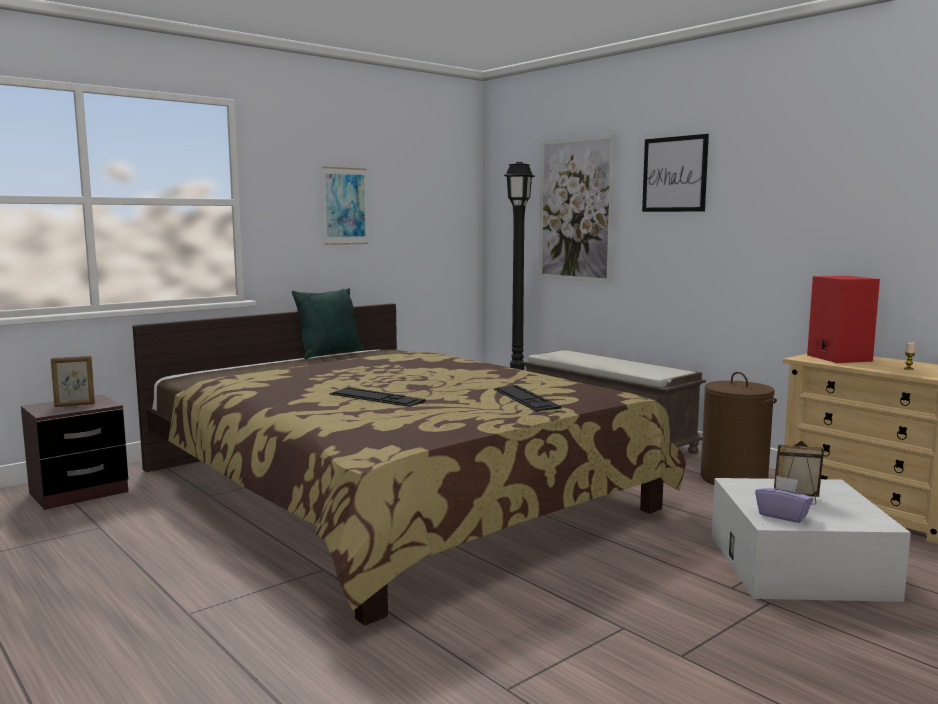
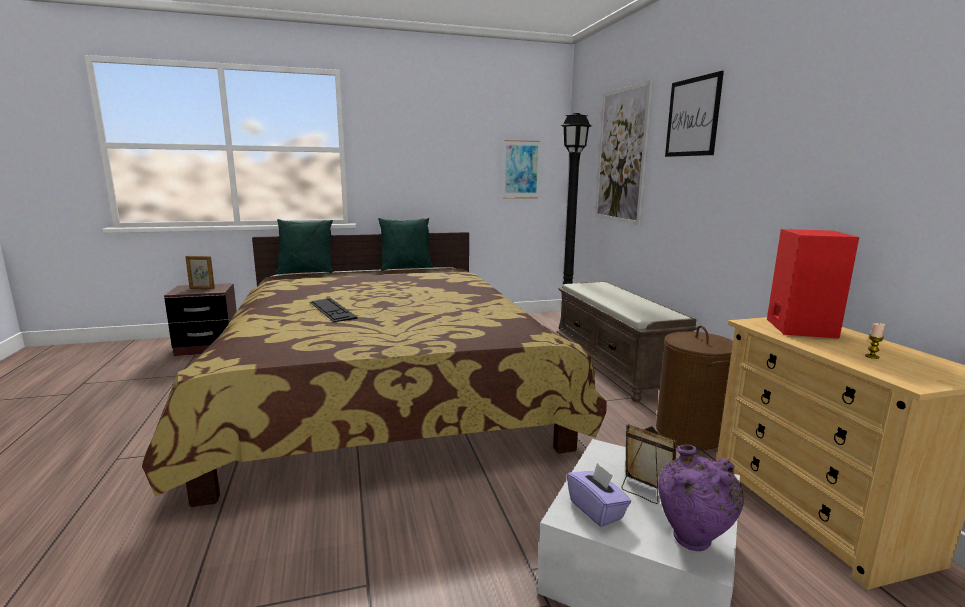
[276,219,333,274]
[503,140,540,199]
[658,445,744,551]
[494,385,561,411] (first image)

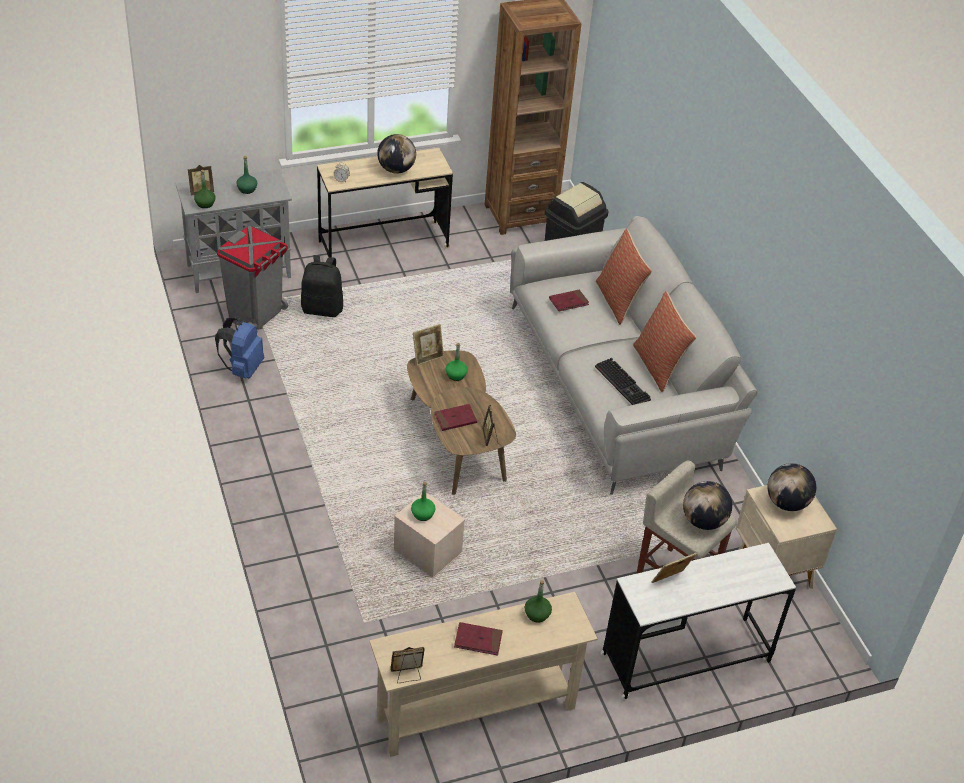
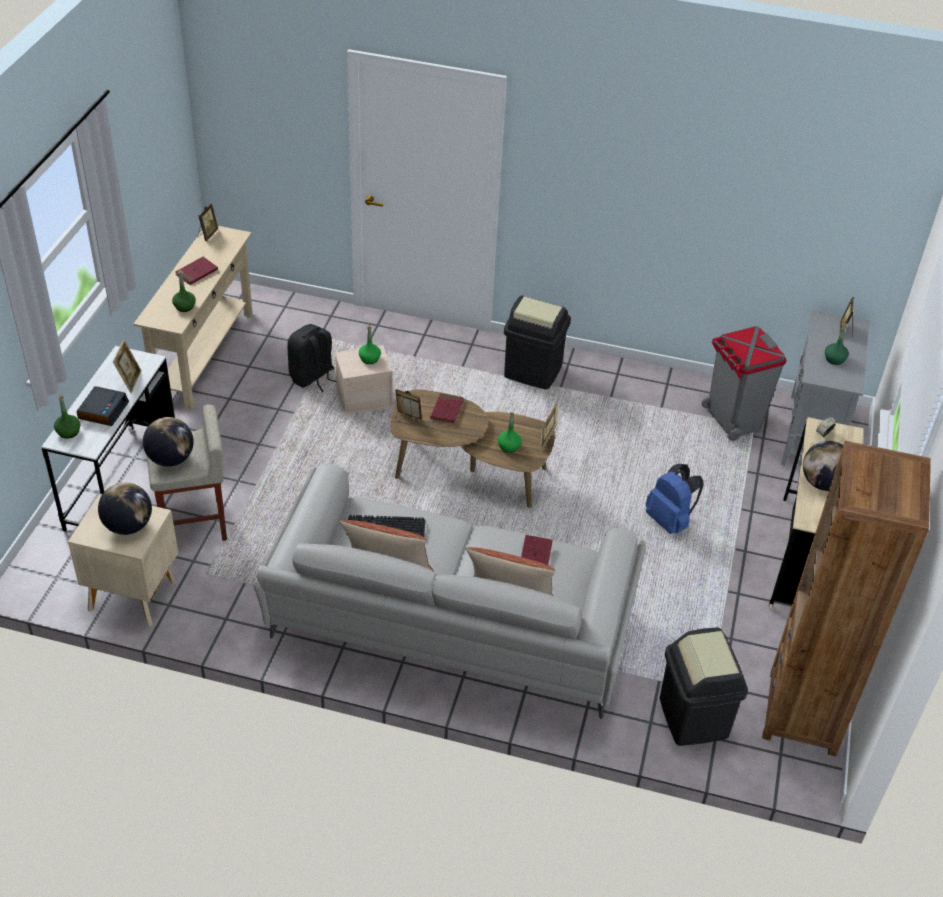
[54,394,81,439]
[76,386,129,426]
[287,324,337,392]
[504,295,571,390]
[645,464,703,534]

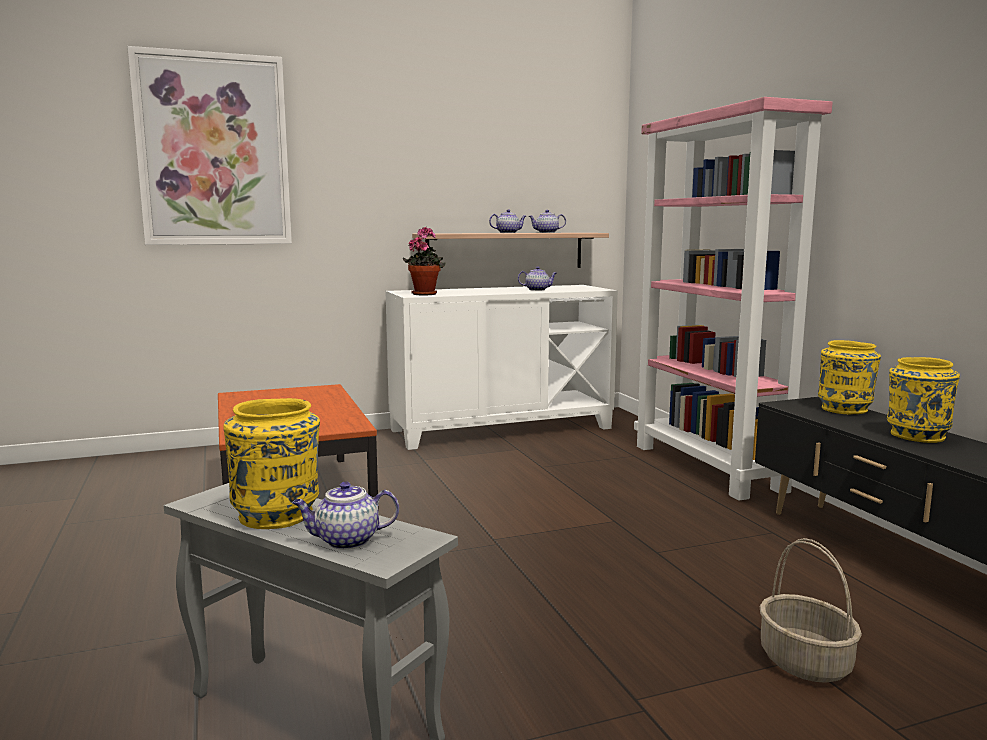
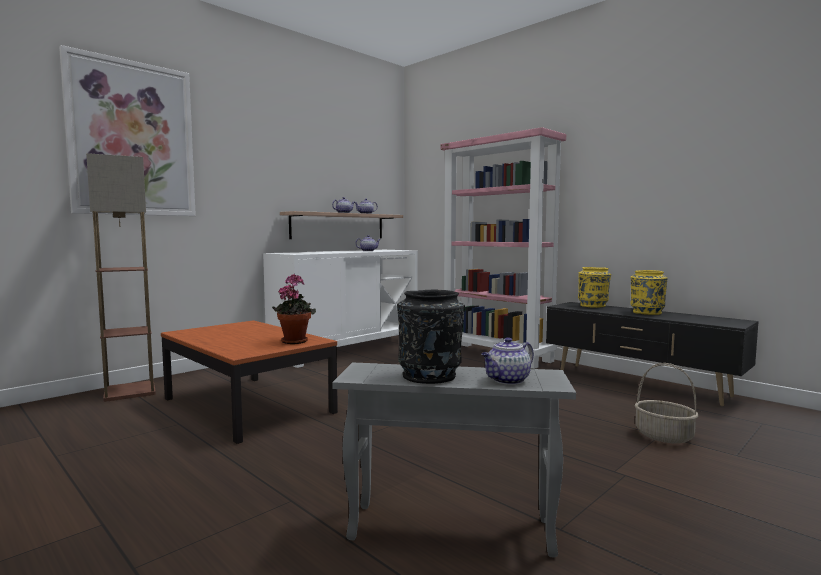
[86,153,156,402]
[272,274,316,344]
[397,290,465,384]

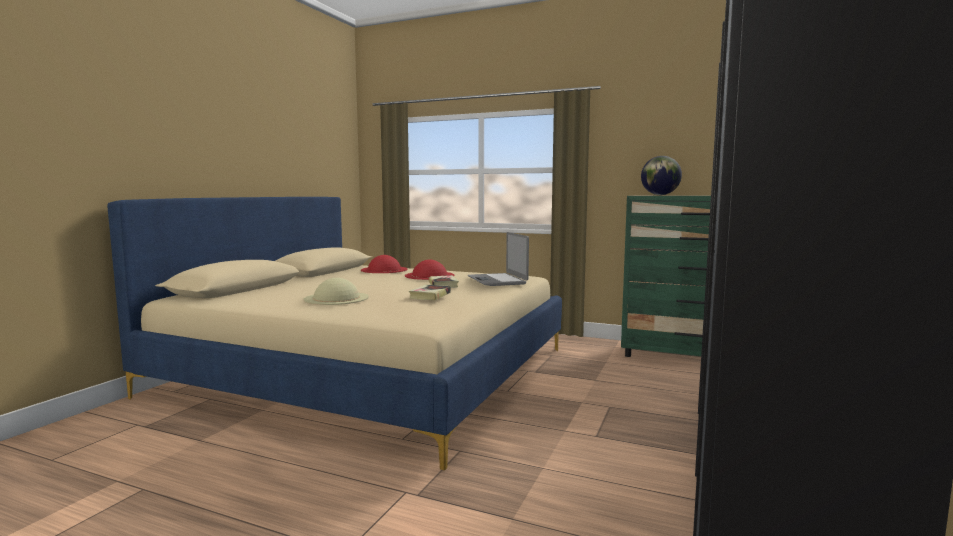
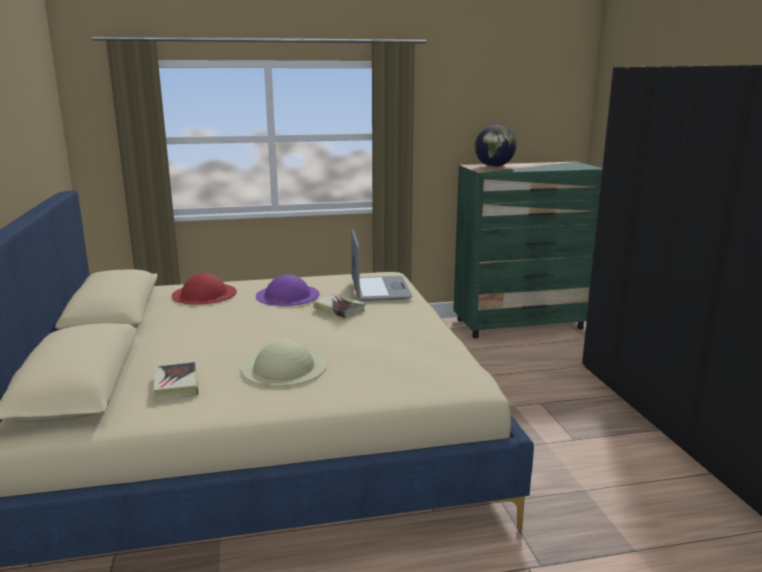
[154,362,199,401]
[256,274,320,306]
[351,230,412,301]

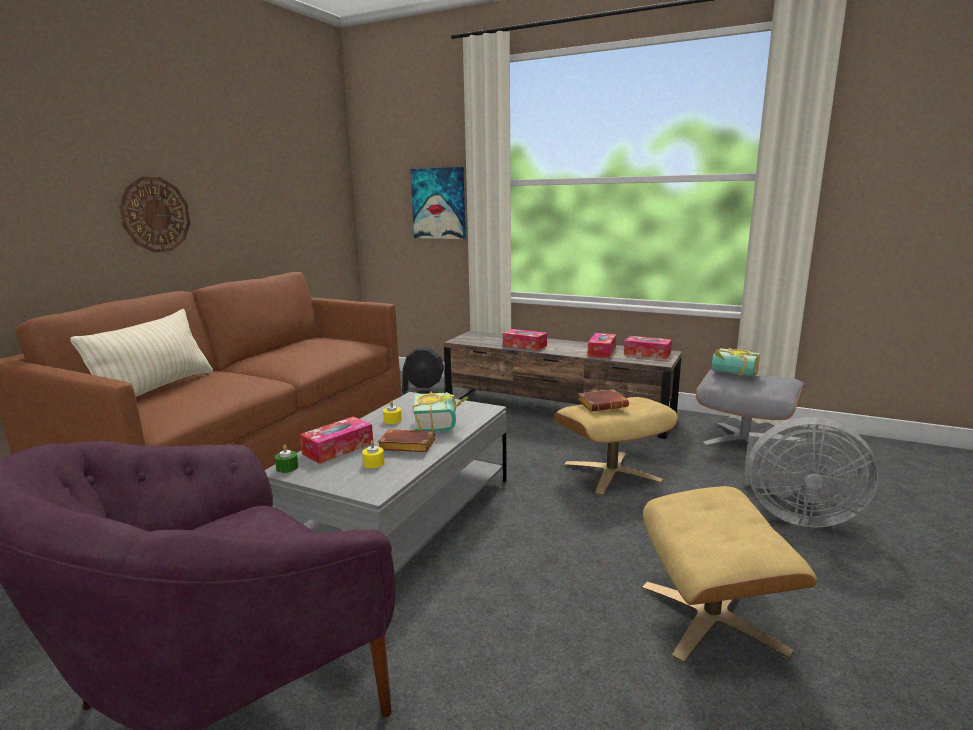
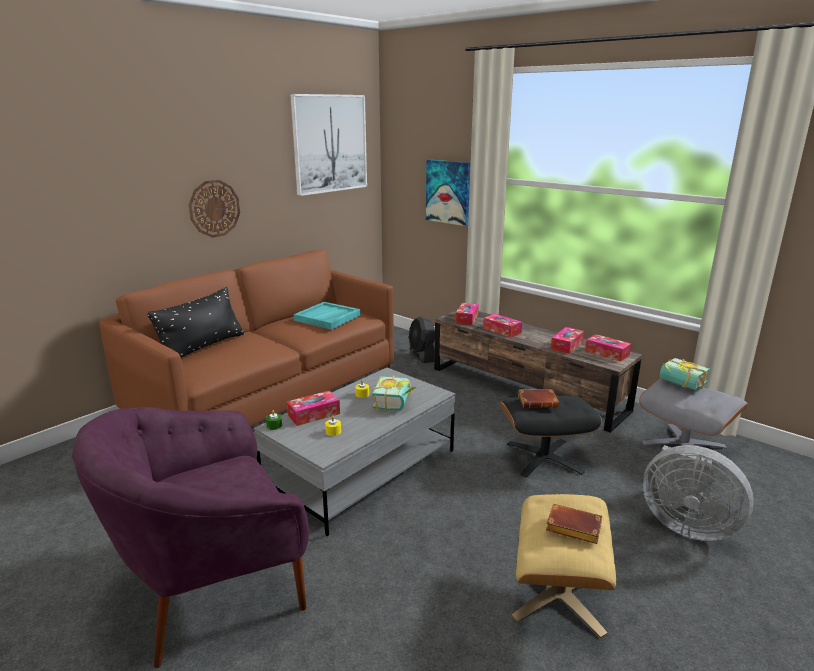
[147,287,245,358]
[290,94,367,196]
[294,302,361,330]
[409,316,435,363]
[455,303,479,325]
[500,396,602,477]
[546,504,602,544]

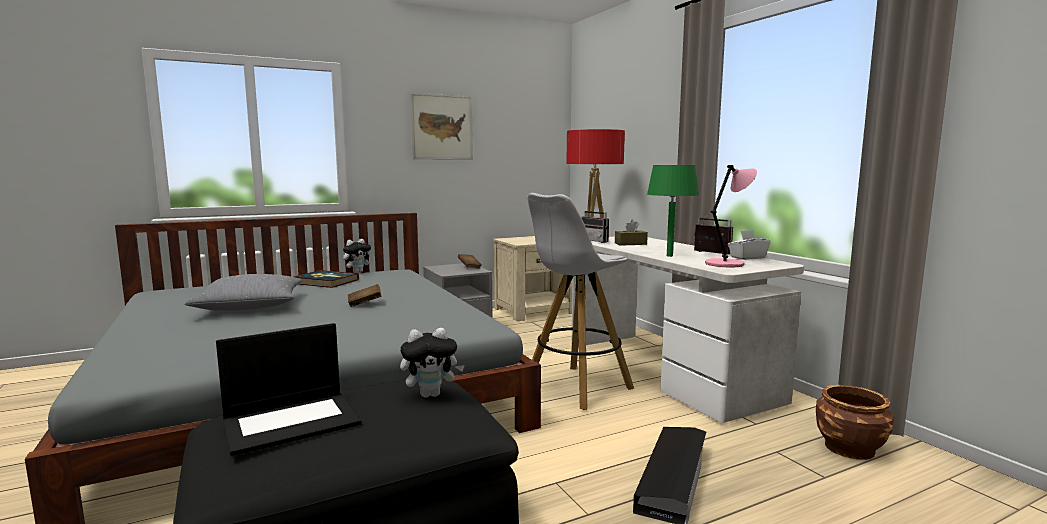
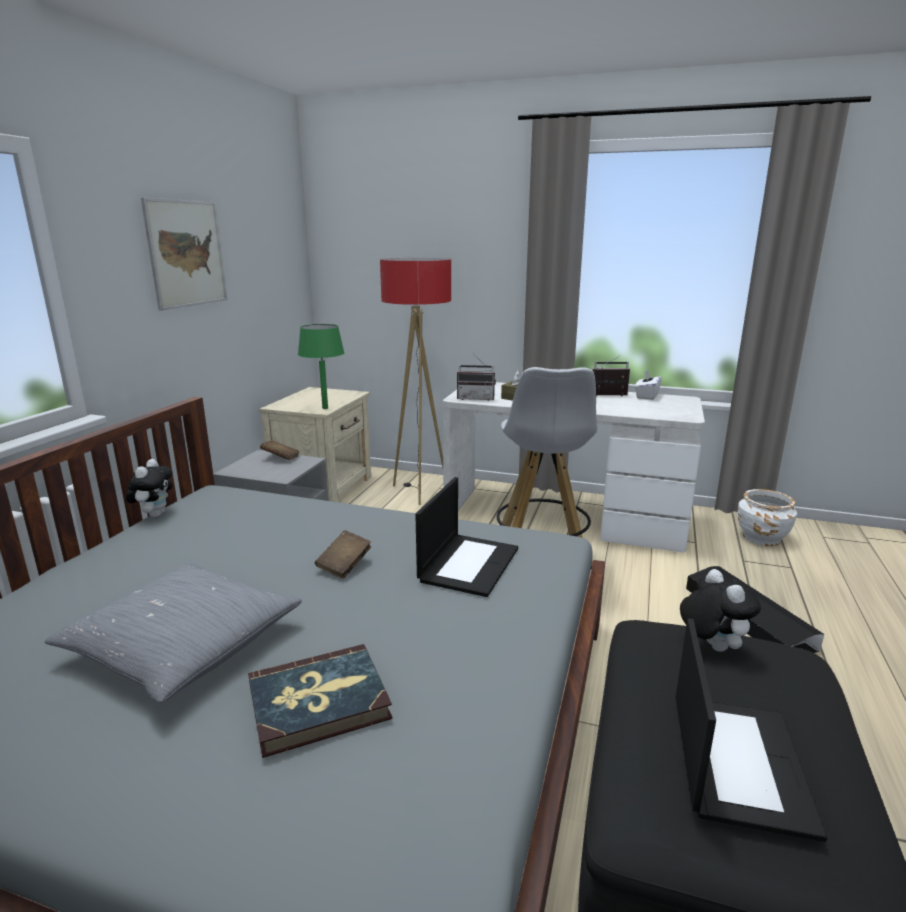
[248,644,392,758]
[298,324,345,409]
[415,477,518,597]
[680,569,761,652]
[737,489,797,546]
[705,165,757,267] (first image)

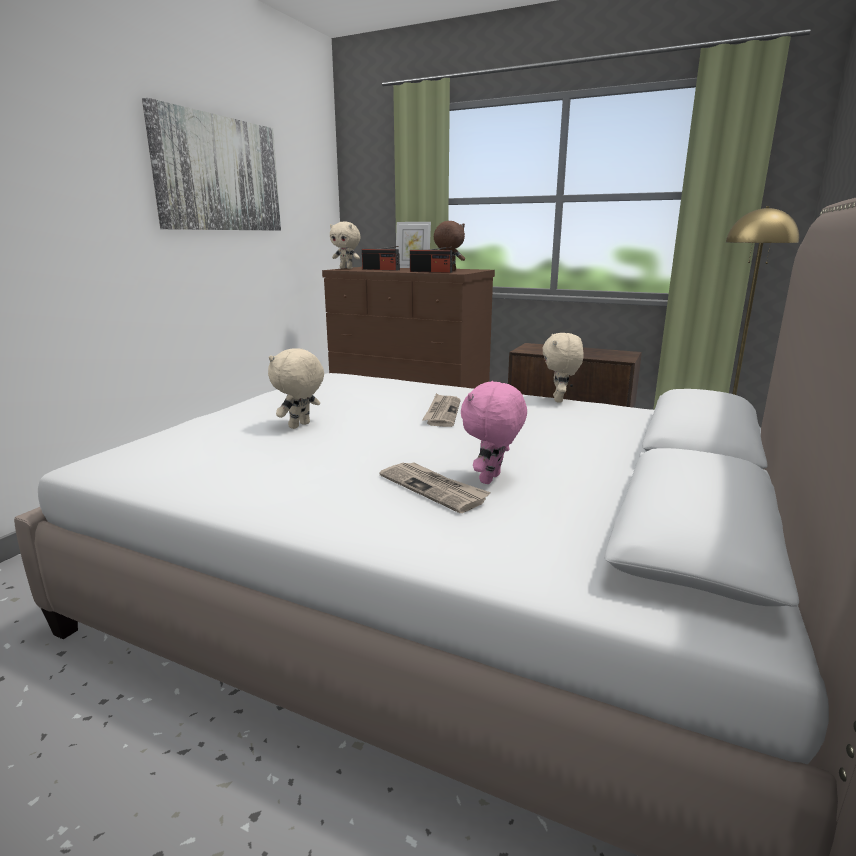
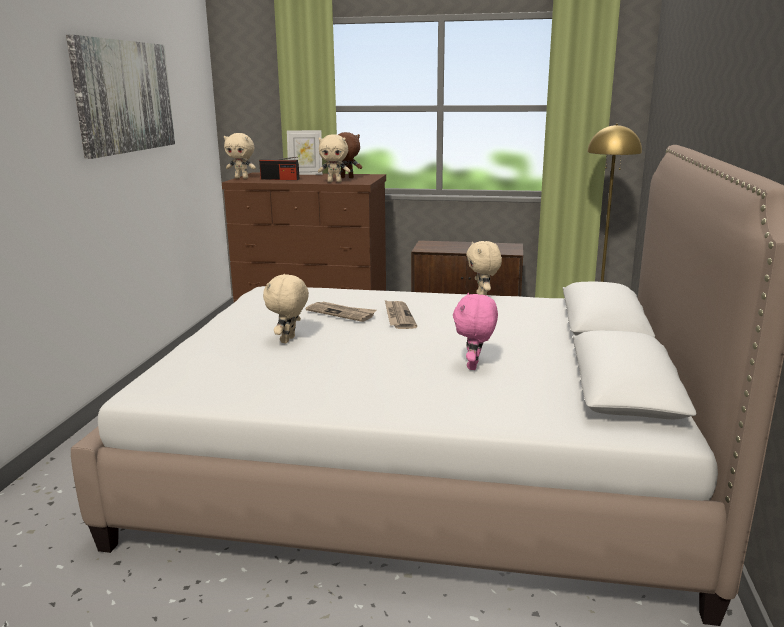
[306,302,377,322]
[318,134,350,182]

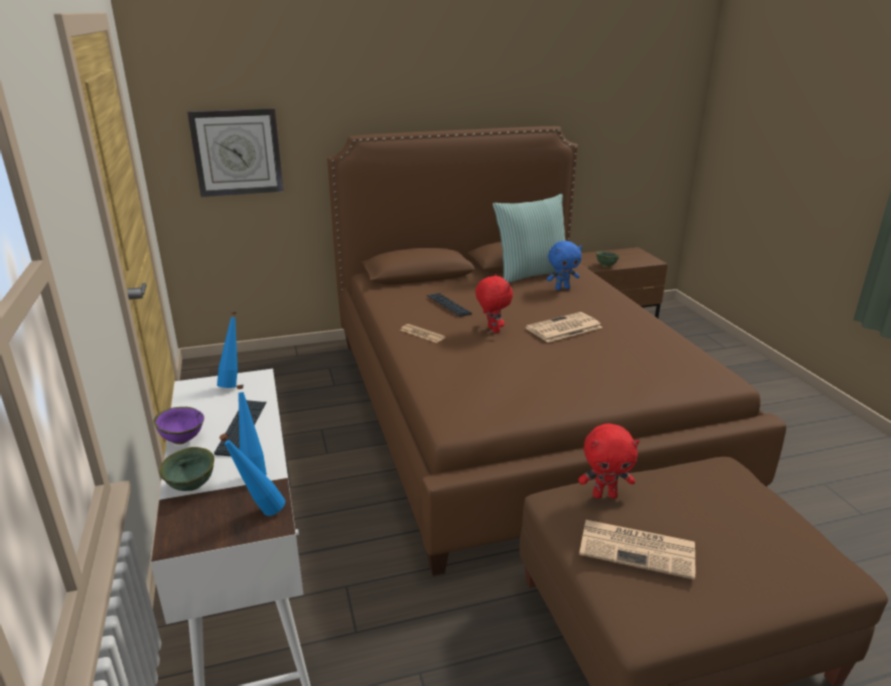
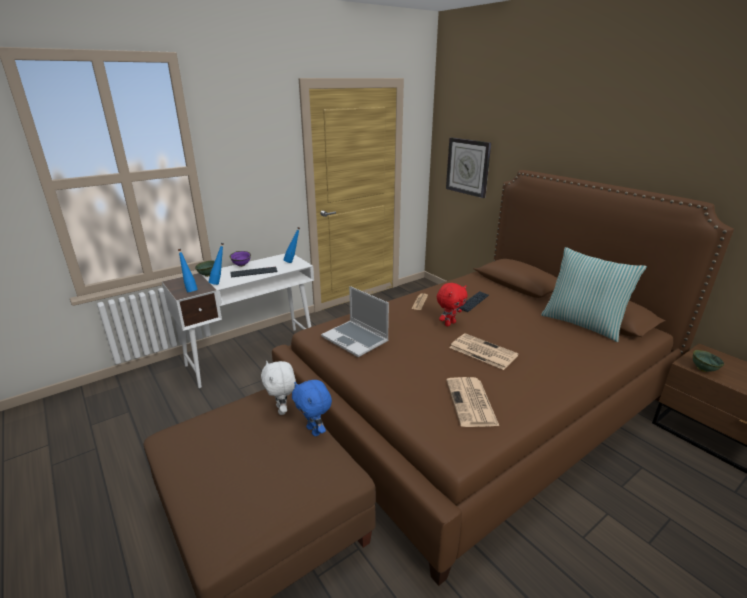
[261,361,296,415]
[292,380,332,436]
[321,286,389,357]
[446,377,499,427]

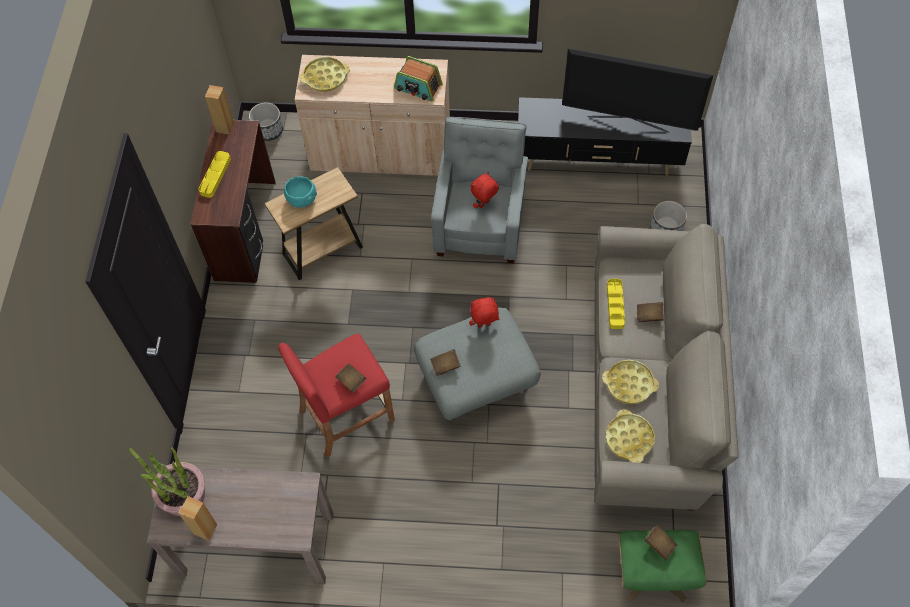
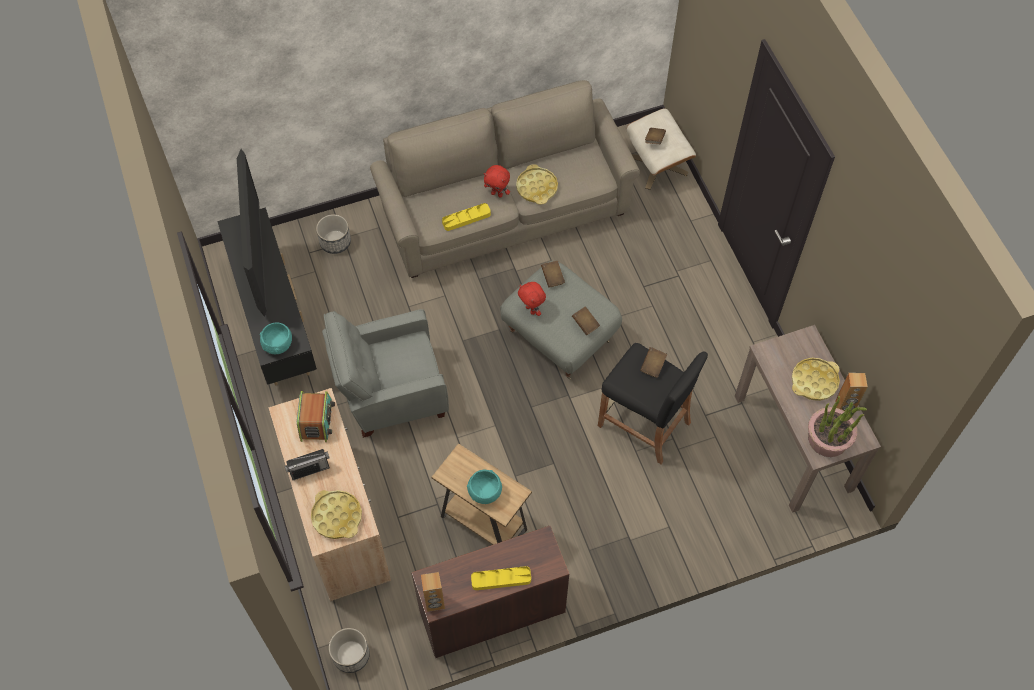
[260,322,292,354]
[285,449,330,480]
[484,165,510,197]
[541,261,565,288]
[598,343,708,464]
[627,108,696,190]
[792,358,840,401]

